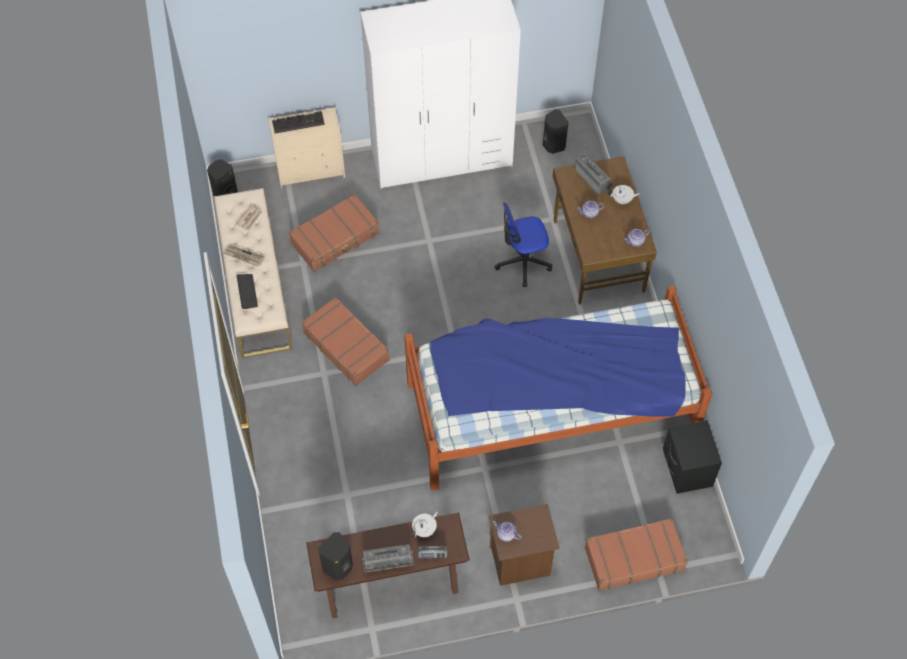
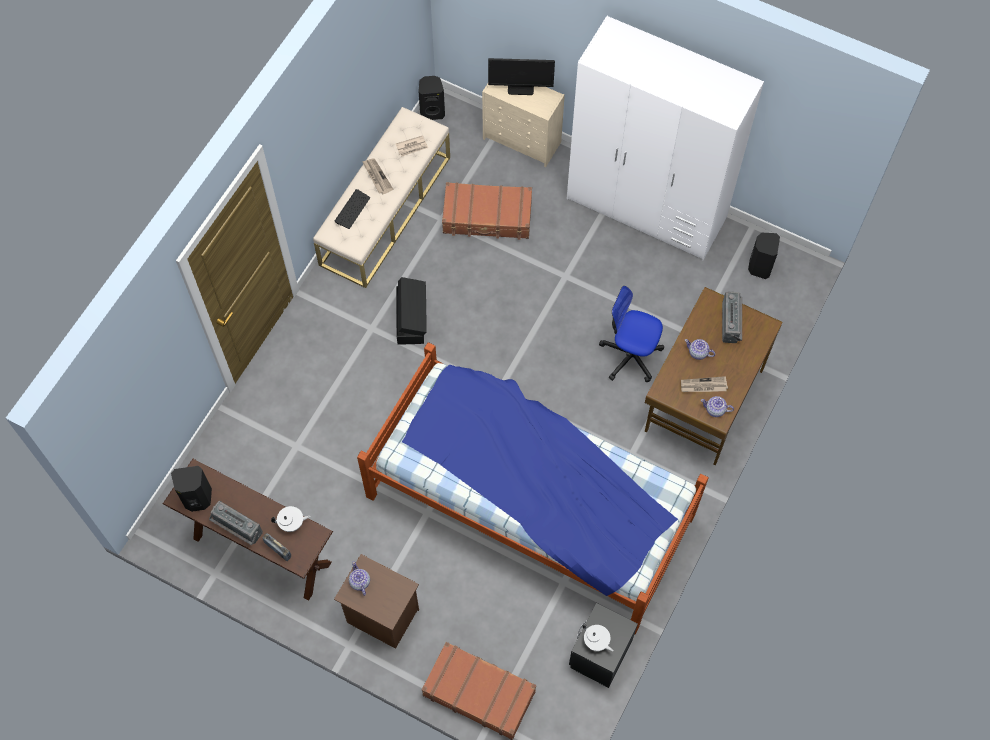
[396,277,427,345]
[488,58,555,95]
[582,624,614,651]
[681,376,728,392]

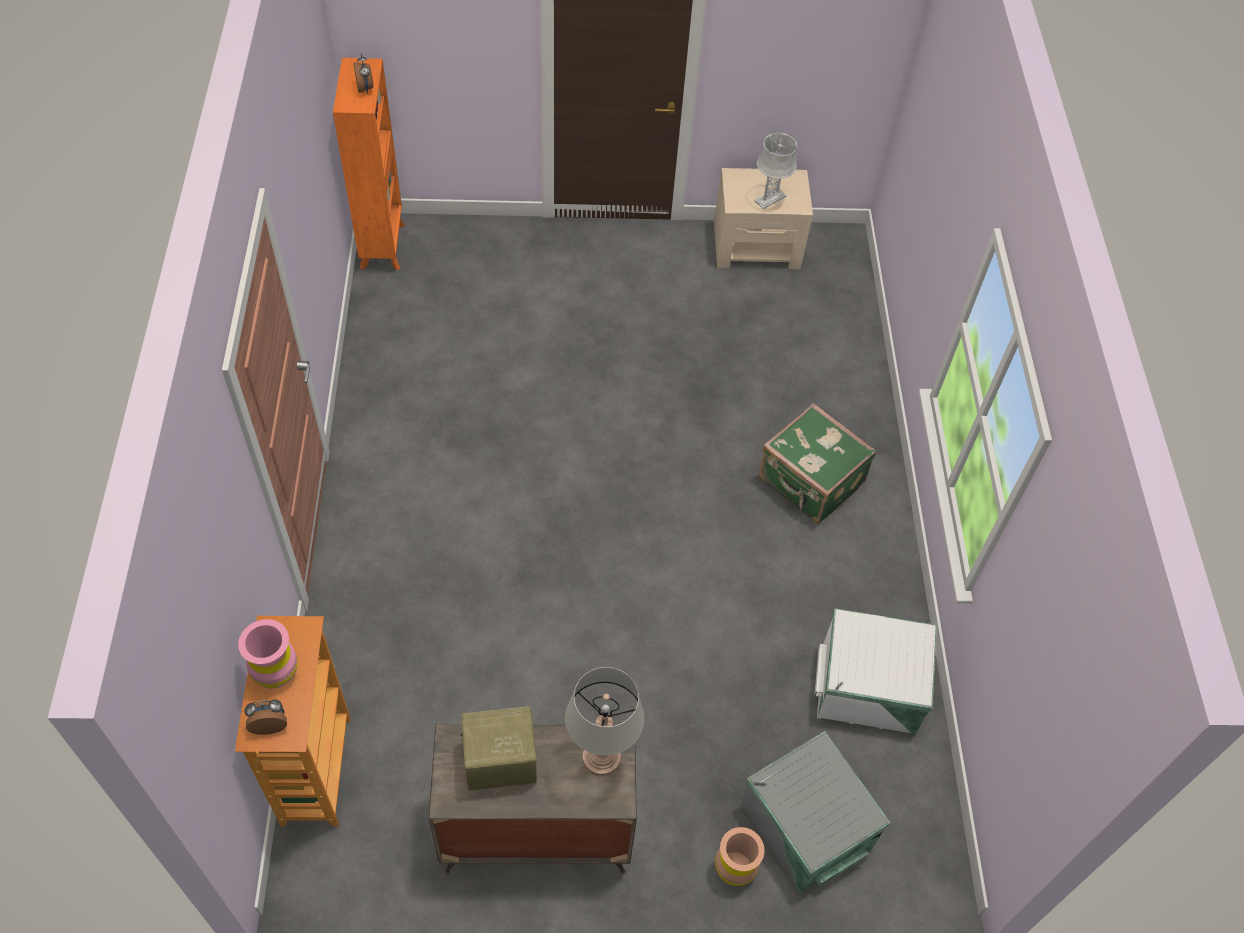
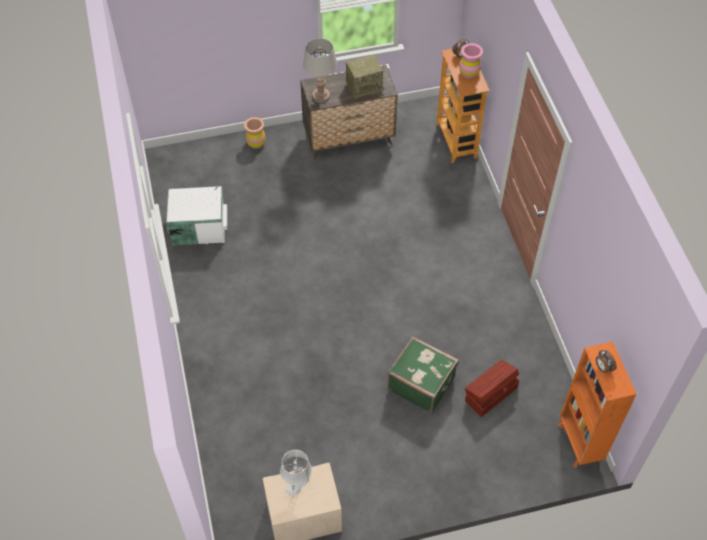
[387,336,459,413]
[465,359,519,417]
[741,731,890,894] (first image)

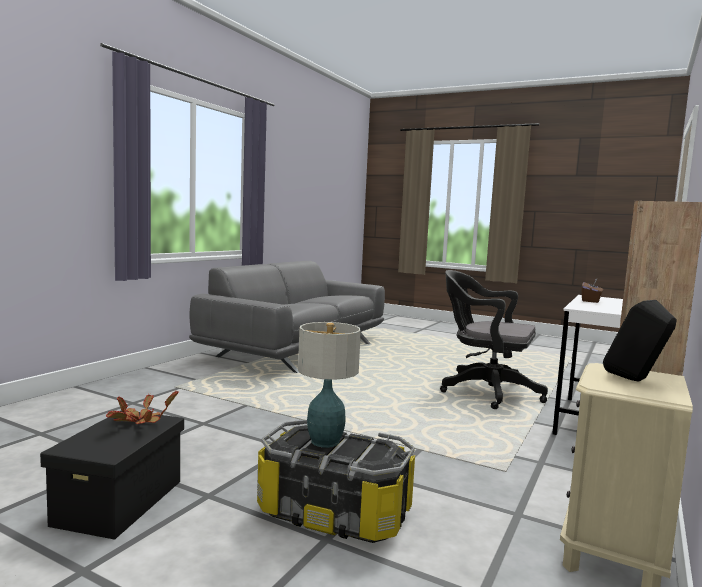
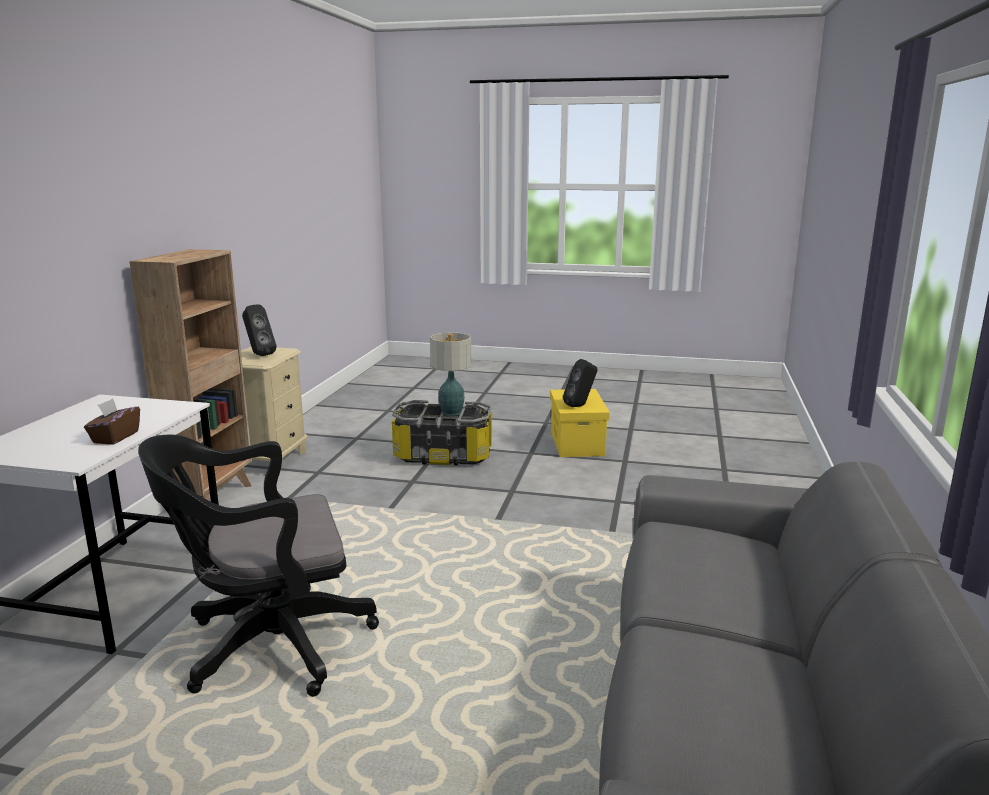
[138,434,379,697]
[550,389,610,457]
[563,359,597,407]

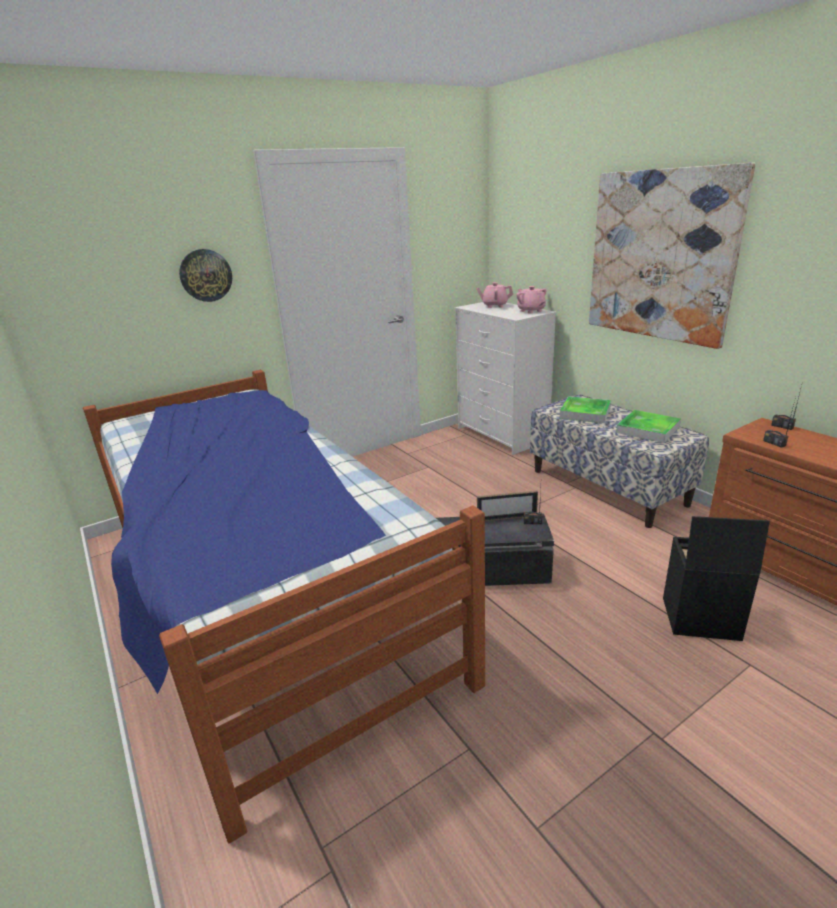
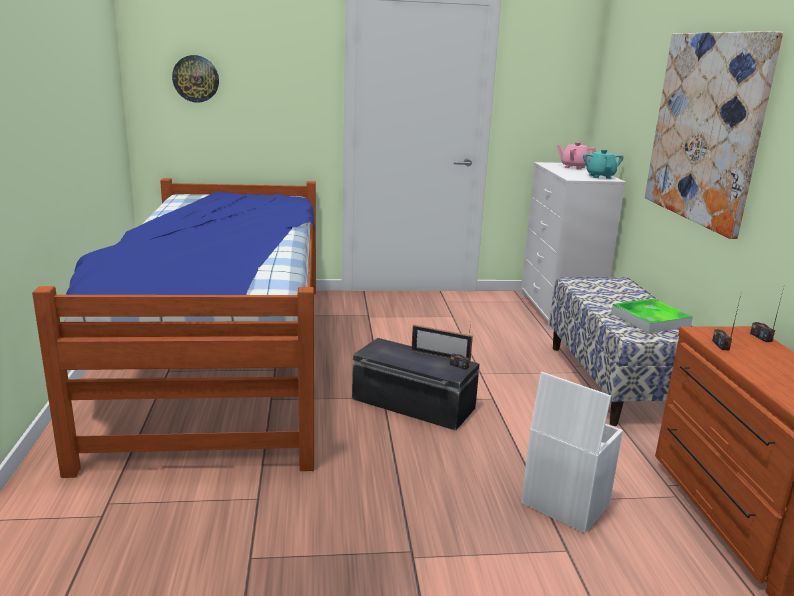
[172,55,219,103]
[521,372,623,533]
[583,149,624,179]
[559,396,611,423] (first image)

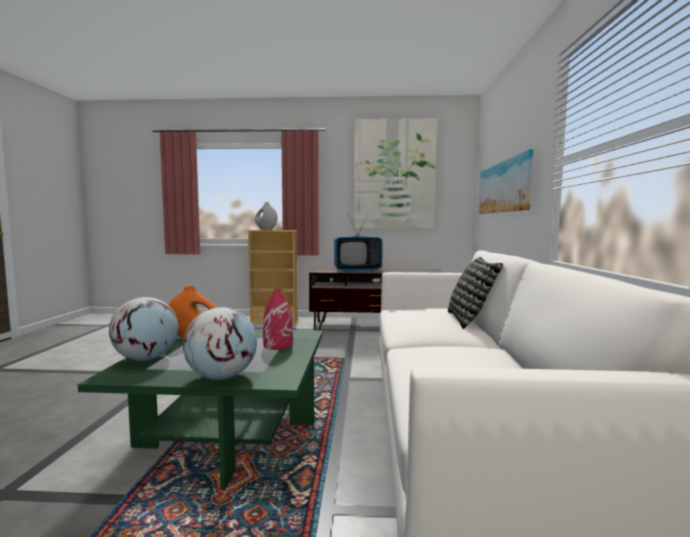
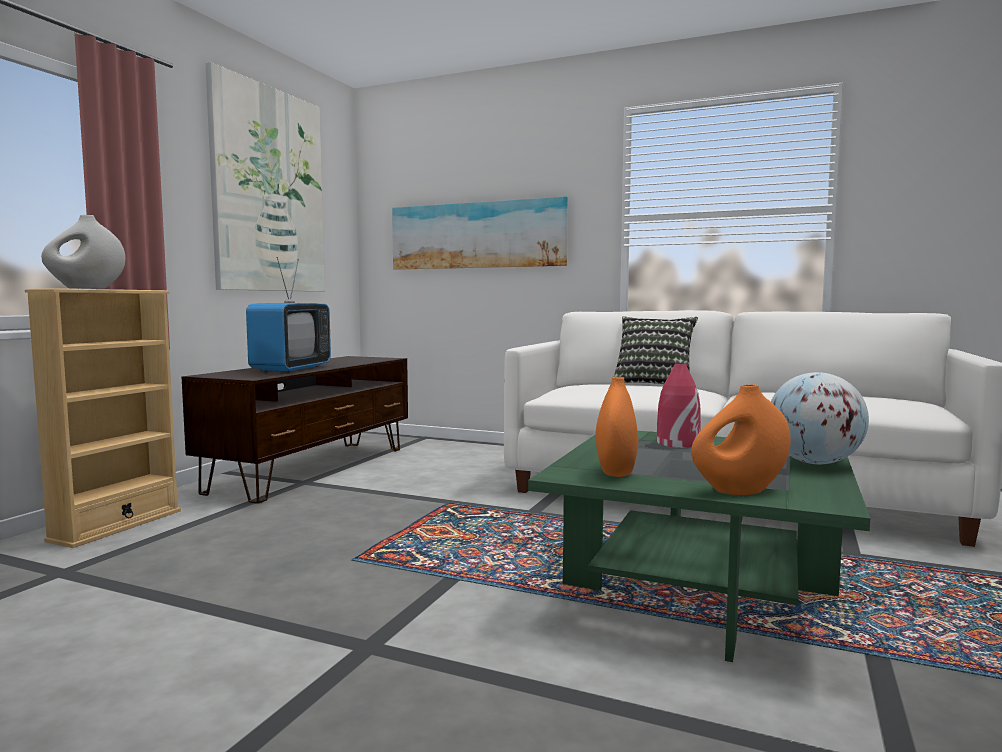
[691,385,791,495]

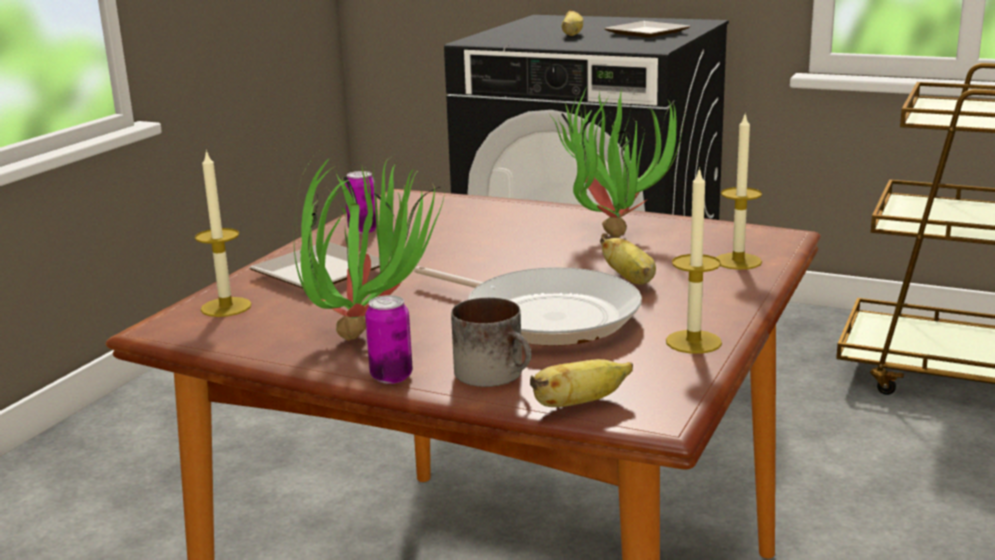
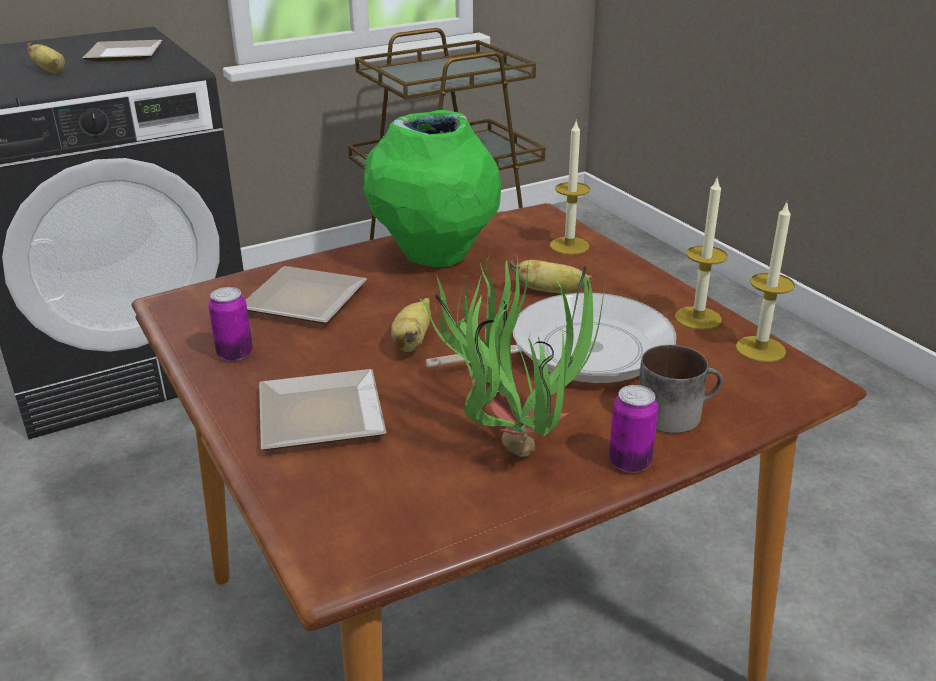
[246,266,367,324]
[364,110,501,267]
[391,298,431,352]
[735,202,795,362]

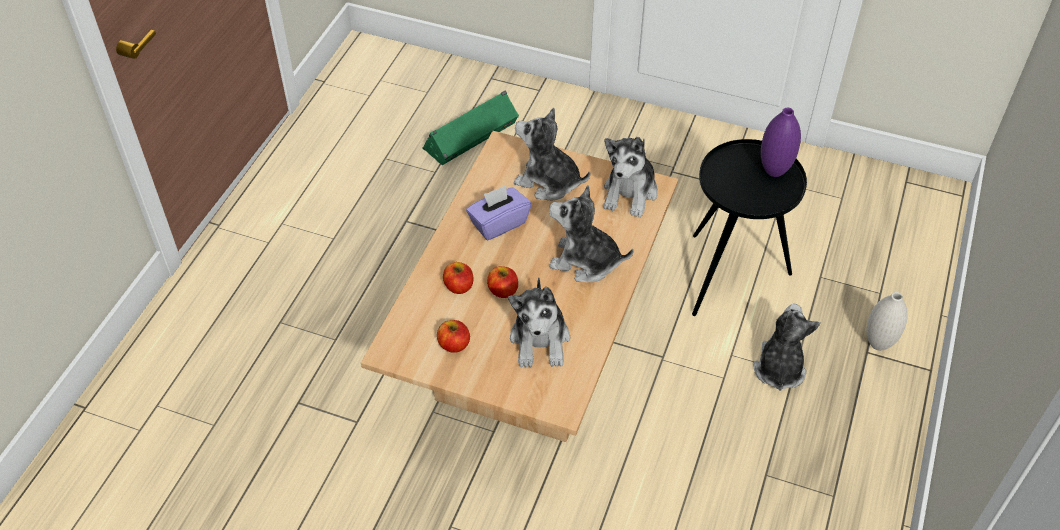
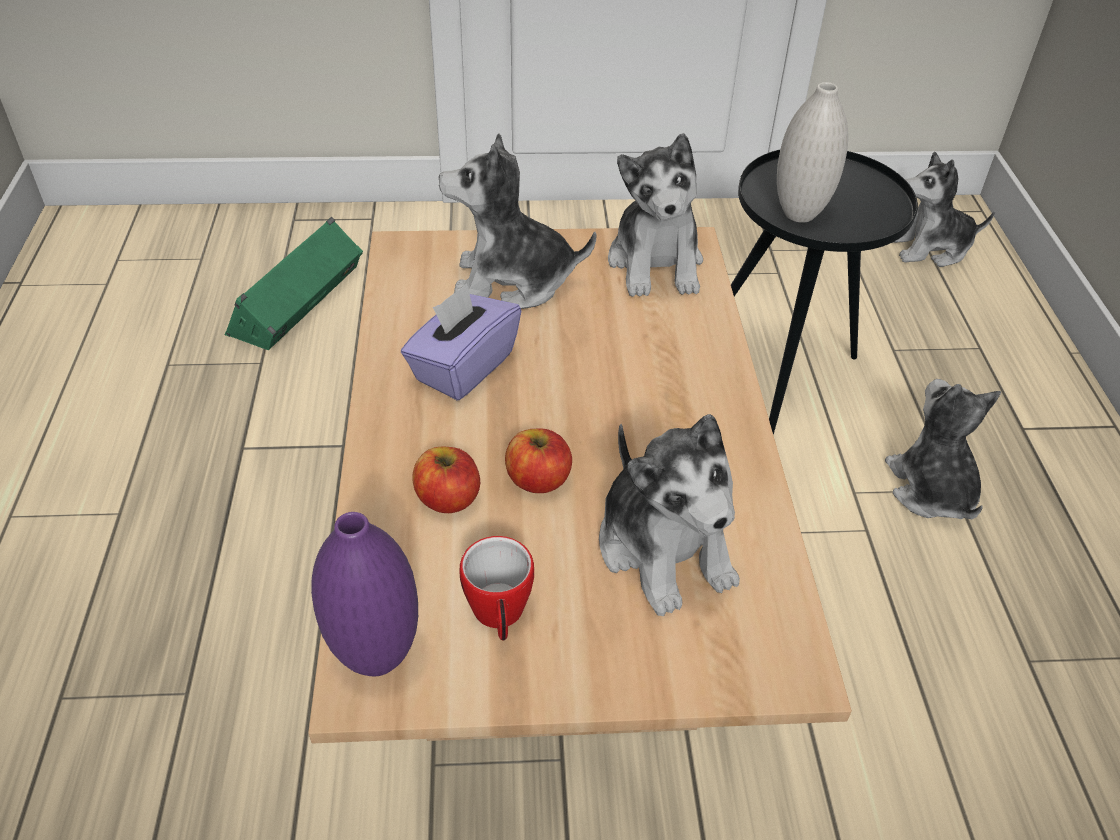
[311,512,418,676]
[460,536,534,641]
[777,82,848,223]
[893,152,995,267]

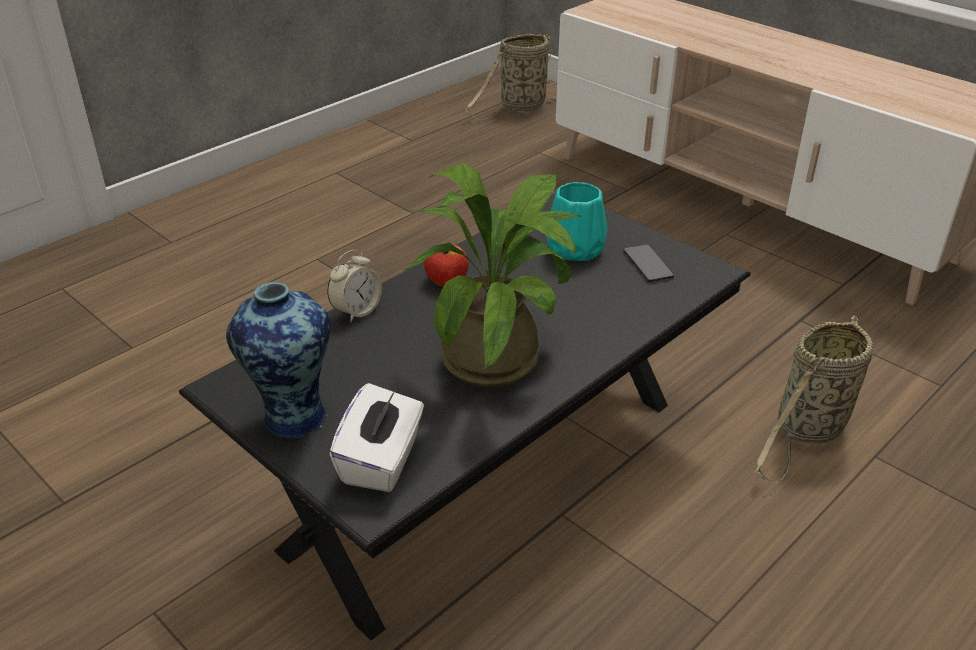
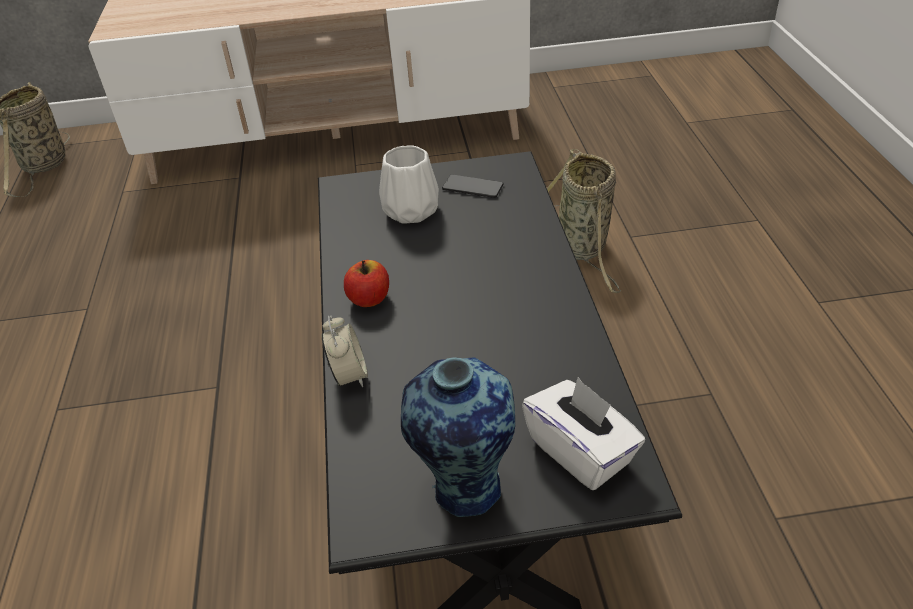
[379,145,439,224]
[403,163,580,387] (first image)

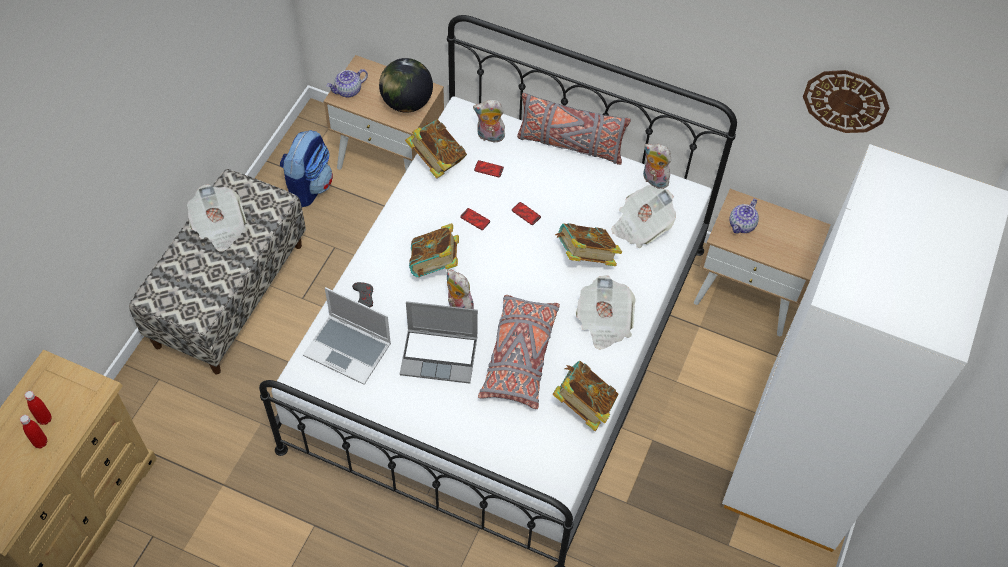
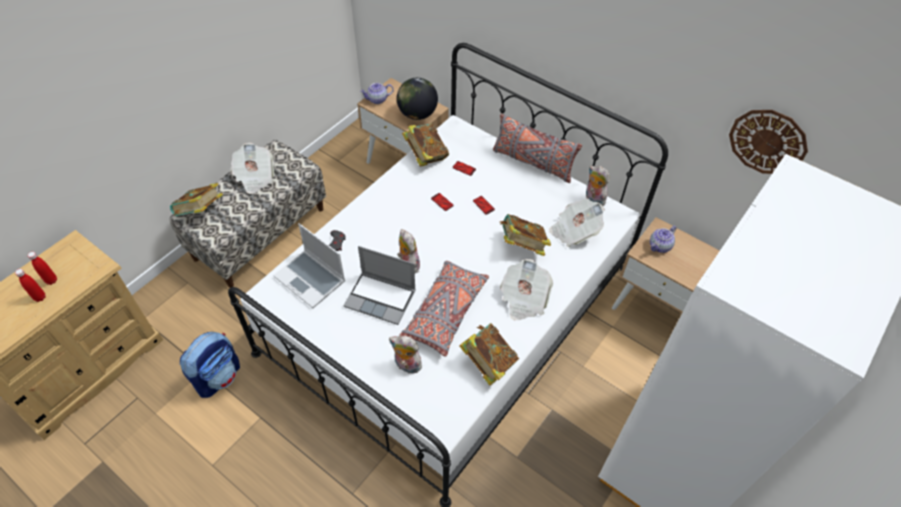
[170,183,223,216]
[180,332,240,398]
[389,336,422,374]

